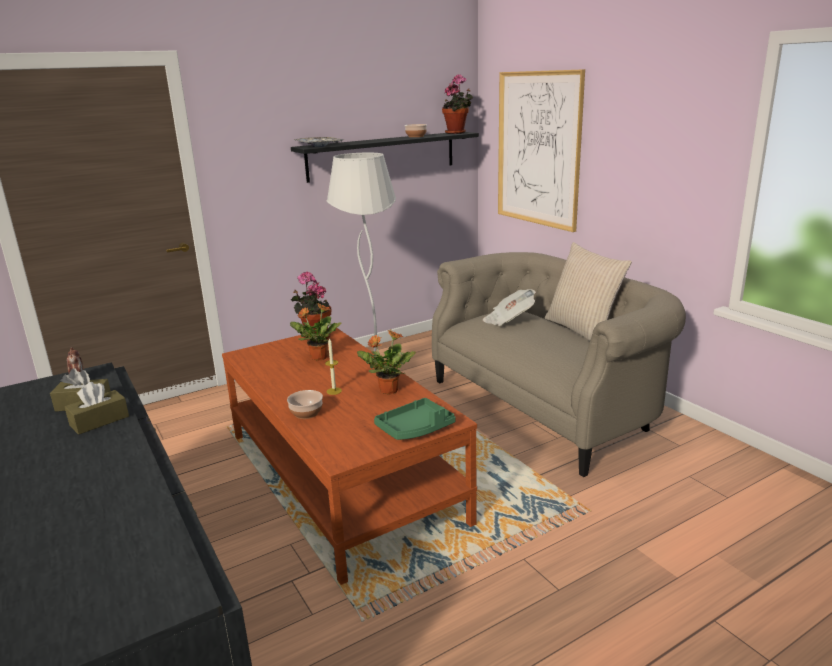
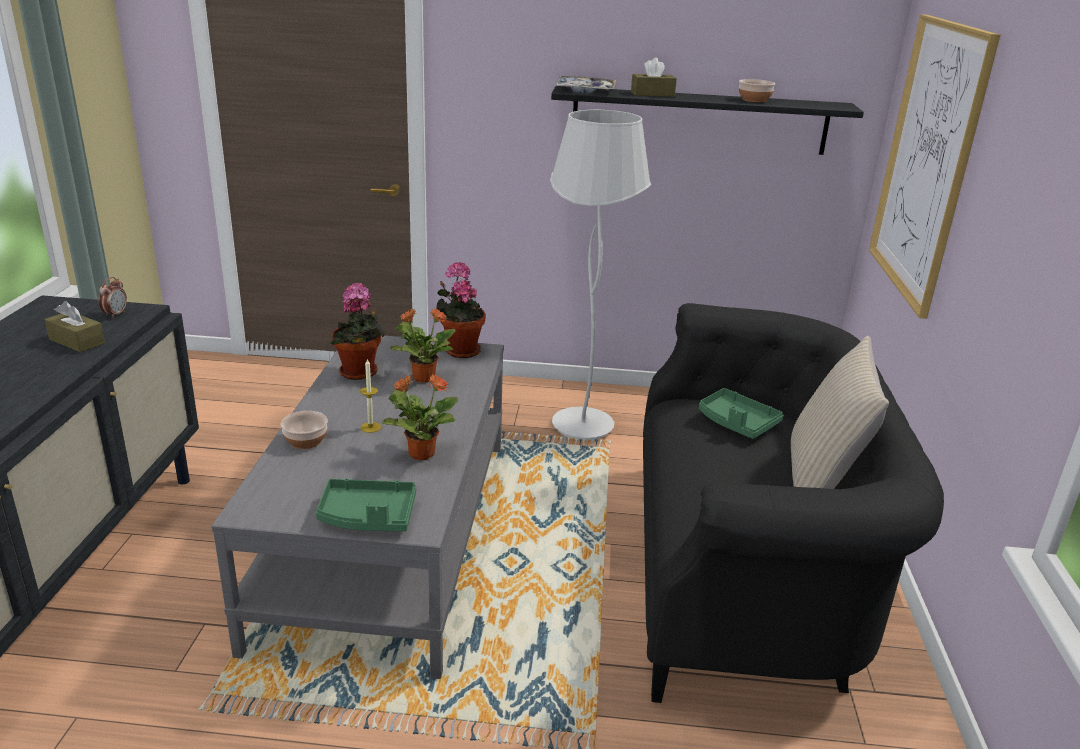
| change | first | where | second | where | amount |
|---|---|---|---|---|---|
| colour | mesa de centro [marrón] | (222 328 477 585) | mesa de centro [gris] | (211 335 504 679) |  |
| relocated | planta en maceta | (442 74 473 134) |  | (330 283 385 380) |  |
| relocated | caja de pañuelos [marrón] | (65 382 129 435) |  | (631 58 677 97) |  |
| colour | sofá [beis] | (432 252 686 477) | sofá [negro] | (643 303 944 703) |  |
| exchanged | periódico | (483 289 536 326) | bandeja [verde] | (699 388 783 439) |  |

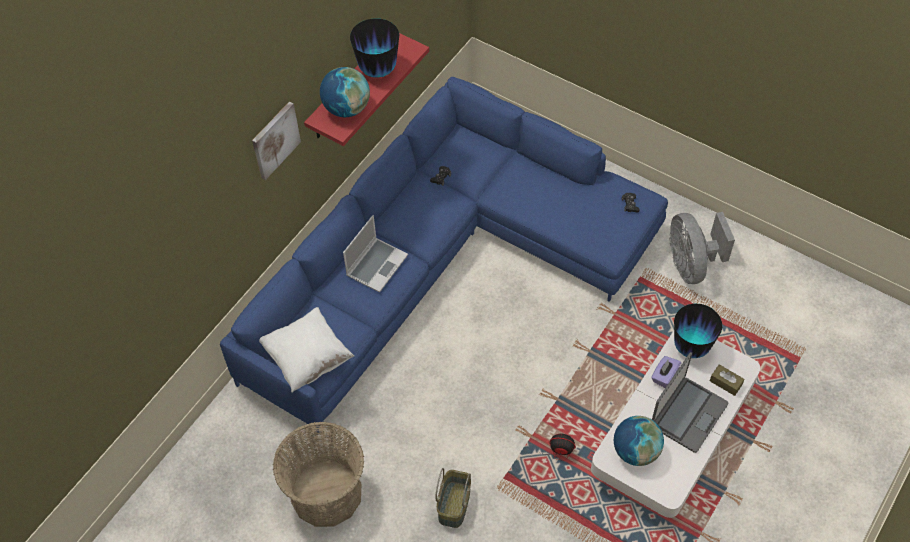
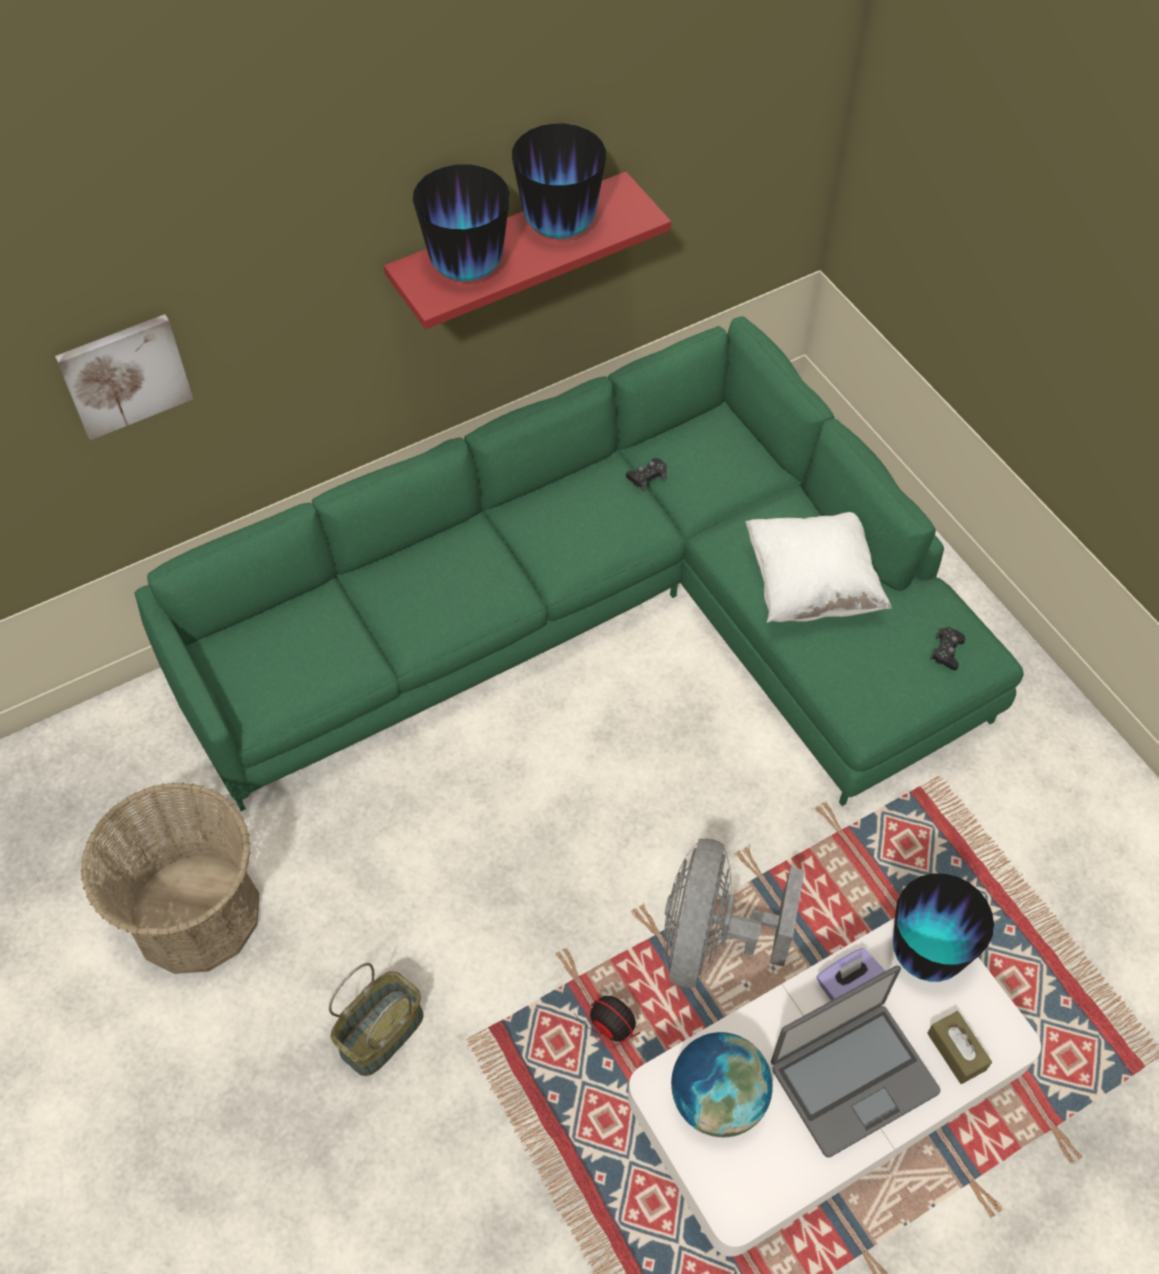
| change | first | where | second | where | amount |
|---|---|---|---|---|---|
| relocated | cuadro | (252 101 301 180) |  | (55 314 193 440) |  |
| colour | sofá [azul] | (220 77 668 432) | sofá [verde] | (135 316 1023 811) |  |
| exchanged | globo terráqueo | (320 67 370 117) | florero | (413 164 510 281) |  |
| relocated | ventilador [gris] | (669 212 735 284) |  | (664 839 805 988) |  |
| relocated | cojín [blanco] | (259 307 354 392) |  | (745 512 892 623) |  |
| missing | portátil | (343 215 408 293) |  |  |  |

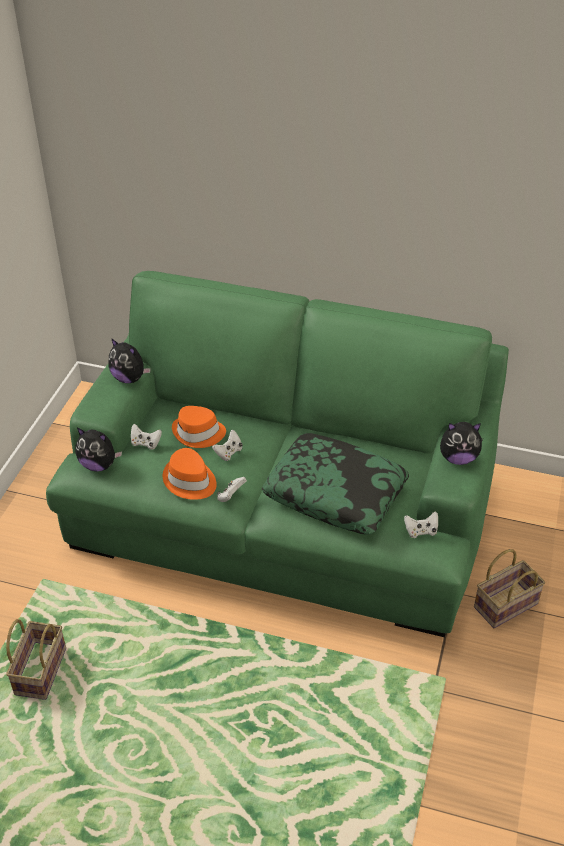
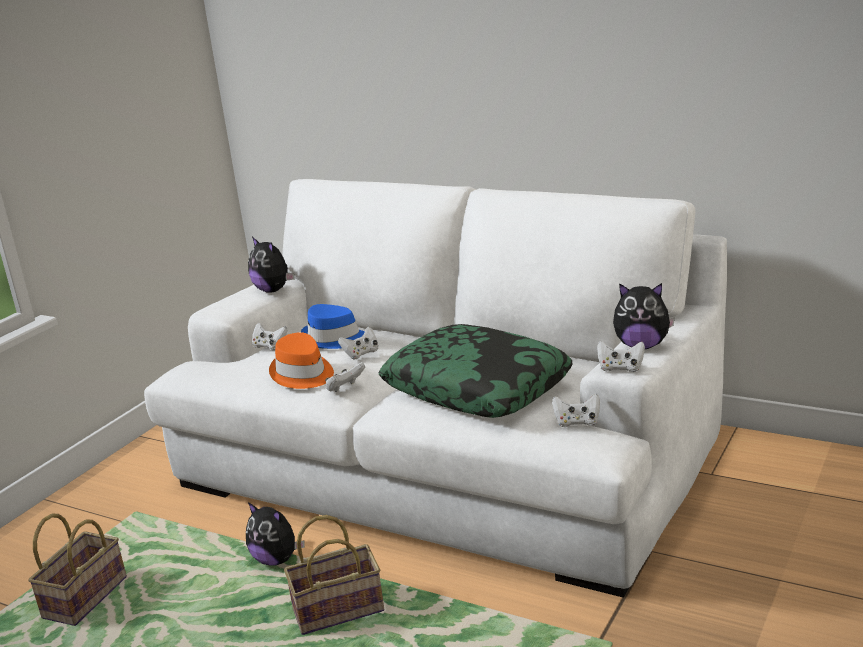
| change | first | where | second | where | amount |
|---|---|---|---|---|---|
| colour | sofá [verde] | (46 271 509 637) | sofá [blanco] | (144 179 727 598) |  |
| relocated | peluche | (76 428 122 471) |  | (246 502 305 566) |  |
| relocated | cesta | (474 549 545 628) |  | (284 515 384 635) |  |
| colour | sombrero [naranja] | (172 406 226 448) | sombrero [azul] | (301 304 364 349) |  |
| appeared |  |  | mando de consola [blanco] | (597 341 645 372) |  |

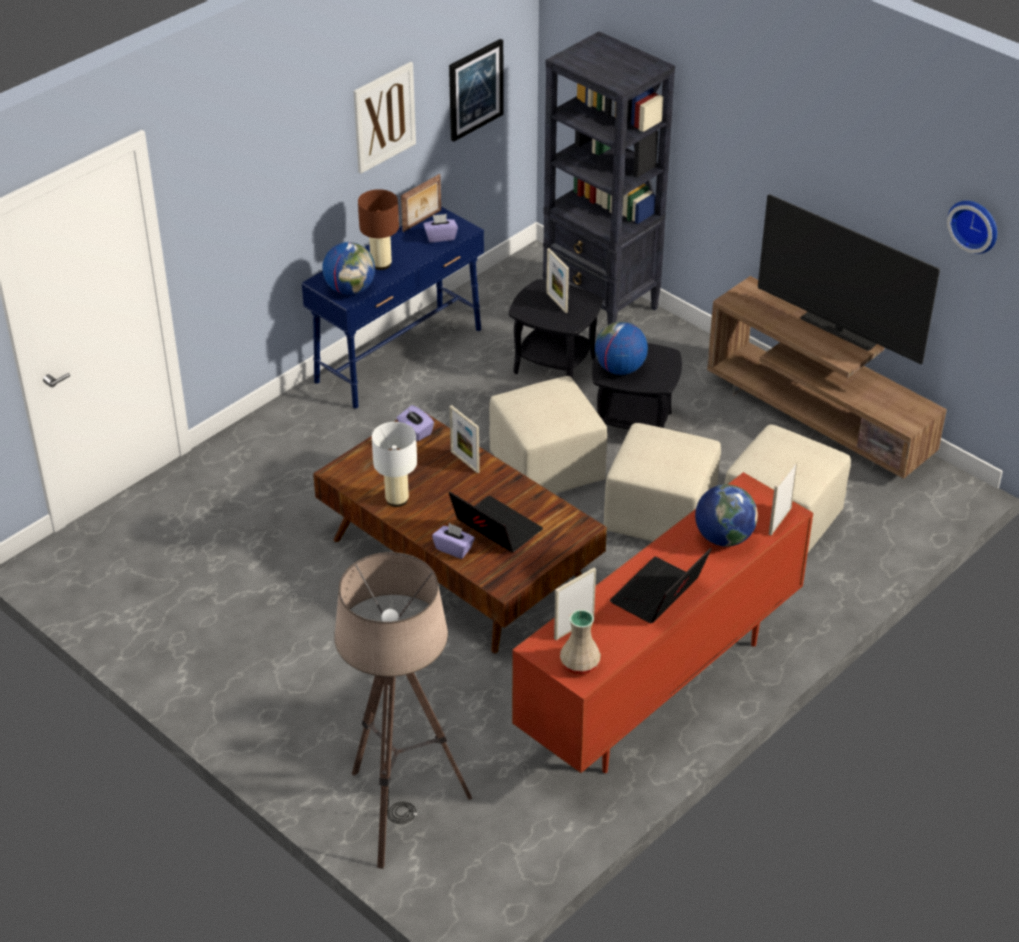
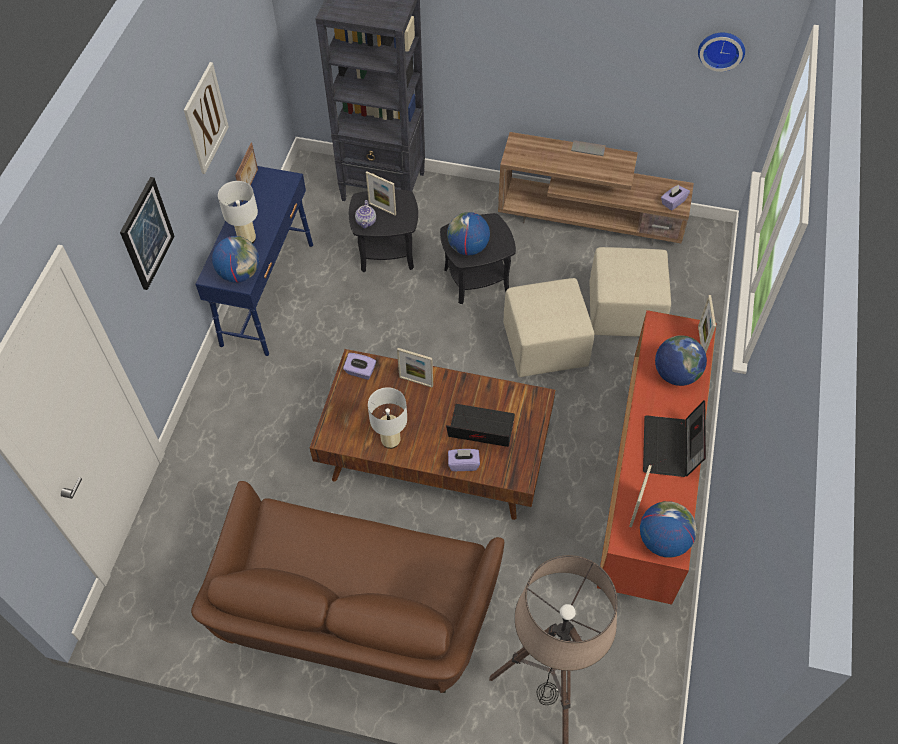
| change | first | where | second | where | amount |
|---|---|---|---|---|---|
| relocated | cuadro | (449 39 504 142) |  | (120 177 175 290) |  |
| appeared |  |  | sofá [marrón] | (191 481 504 693) |  |
| colour | lámpara de mesa [marrón] | (358 189 399 270) | lámpara de mesa [blanco] | (218 181 258 243) |  |
| appeared |  |  | tetera | (355 200 376 229) |  |
| exchanged | florero [beis] | (560 609 601 675) | globo terráqueo | (640 501 697 558) |  |
| relocated | caja de pañuelos [morado] | (423 214 458 243) |  | (661 185 690 211) |  |
| missing | puf [beis] | (489 376 607 494) |  |  |  |
| missing | televisor | (758 194 940 364) |  |  |  |

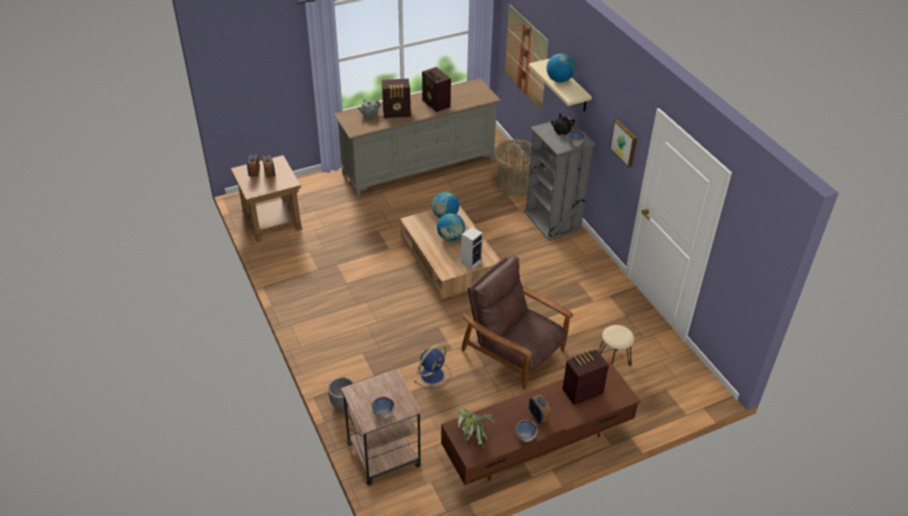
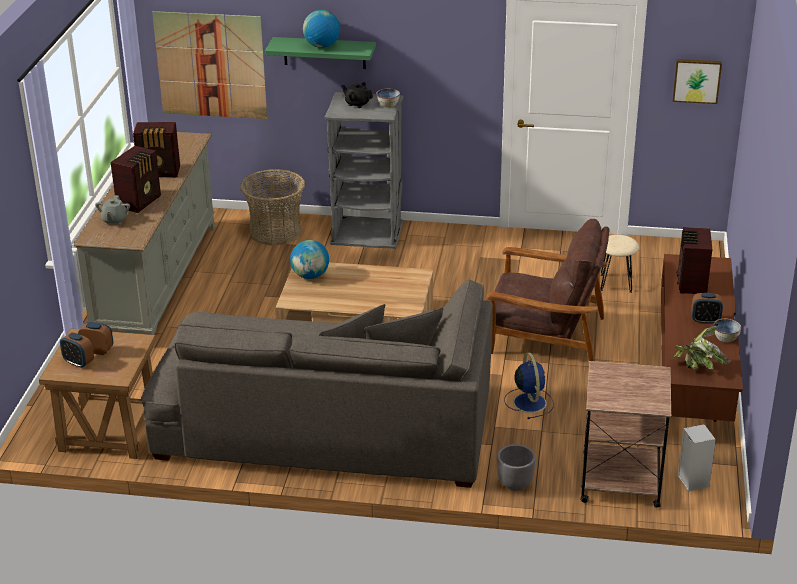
| change | first | where | second | where | amount |
|---|---|---|---|---|---|
| appeared |  |  | sofá [gris] | (141 279 493 488) |  |
| colour | estante [beis] | (528 59 592 112) | estante [verde] | (265 37 376 69) |  |
| spun | sillón [marrón] | (462 256 573 390) |  | (486 219 609 361) | 150 degrees counterclockwise |
| relocated | cuadro | (610 120 637 167) |  | (673 59 722 104) |  |
| relocated | altavoz | (461 227 483 270) |  | (678 424 716 491) |  |
| missing | cuenco | (372 397 395 419) |  |  |  |
| missing | globo terráqueo | (437 213 465 241) |  |  |  |

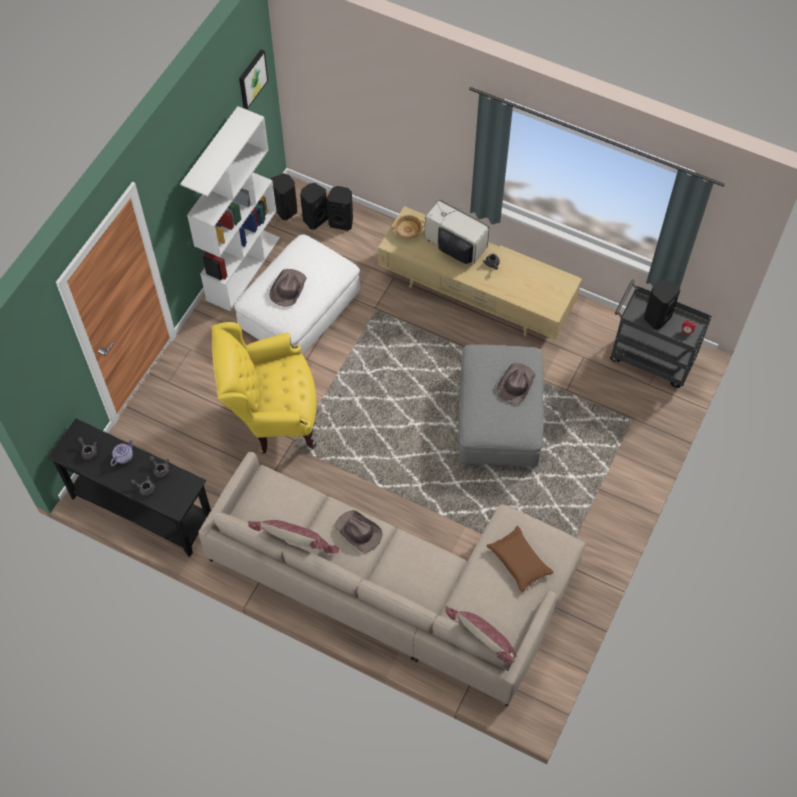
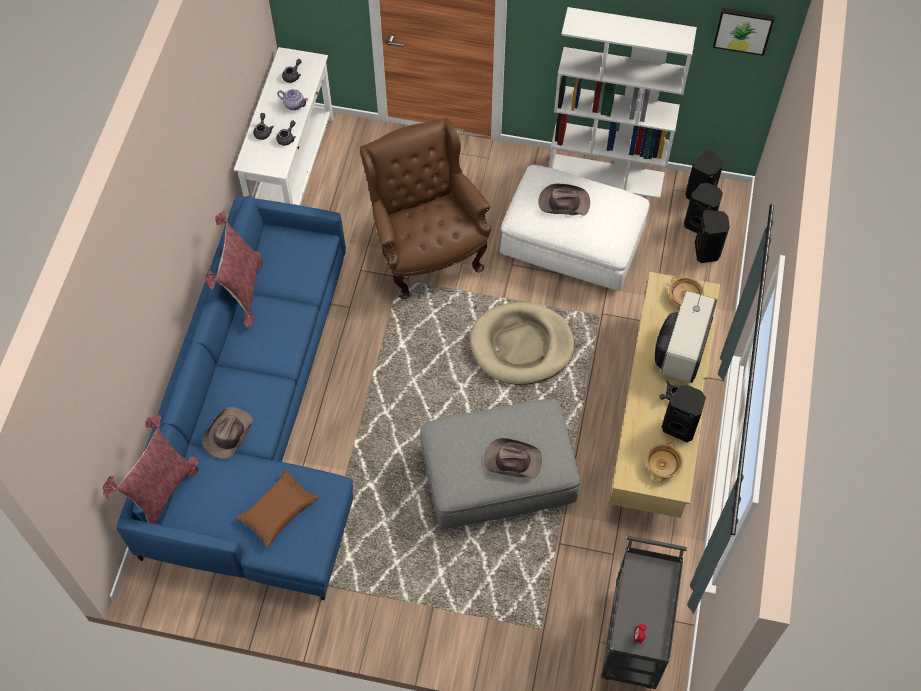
| change | first | where | second | where | amount |
|---|---|---|---|---|---|
| colour | sofá [beis] | (199 452 586 707) | sofá [azul] | (117 196 353 600) |  |
| relocated | sombrero [marrón] | (335 510 383 553) |  | (202 407 254 459) |  |
| colour | mesa consola [negro] | (48 418 211 557) | mesa consola [blanco] | (234 47 334 206) |  |
| colour | sillón [amarillo] | (212 322 316 453) | sillón [marrón] | (360 118 491 299) |  |
| appeared |  |  | cama para perro [beis] | (470 302 574 385) |  |
| appeared |  |  | cuenco [beis] | (646 442 683 482) |  |
| relocated | altavoz [negro] | (644 279 680 330) |  | (662 385 706 442) |  |

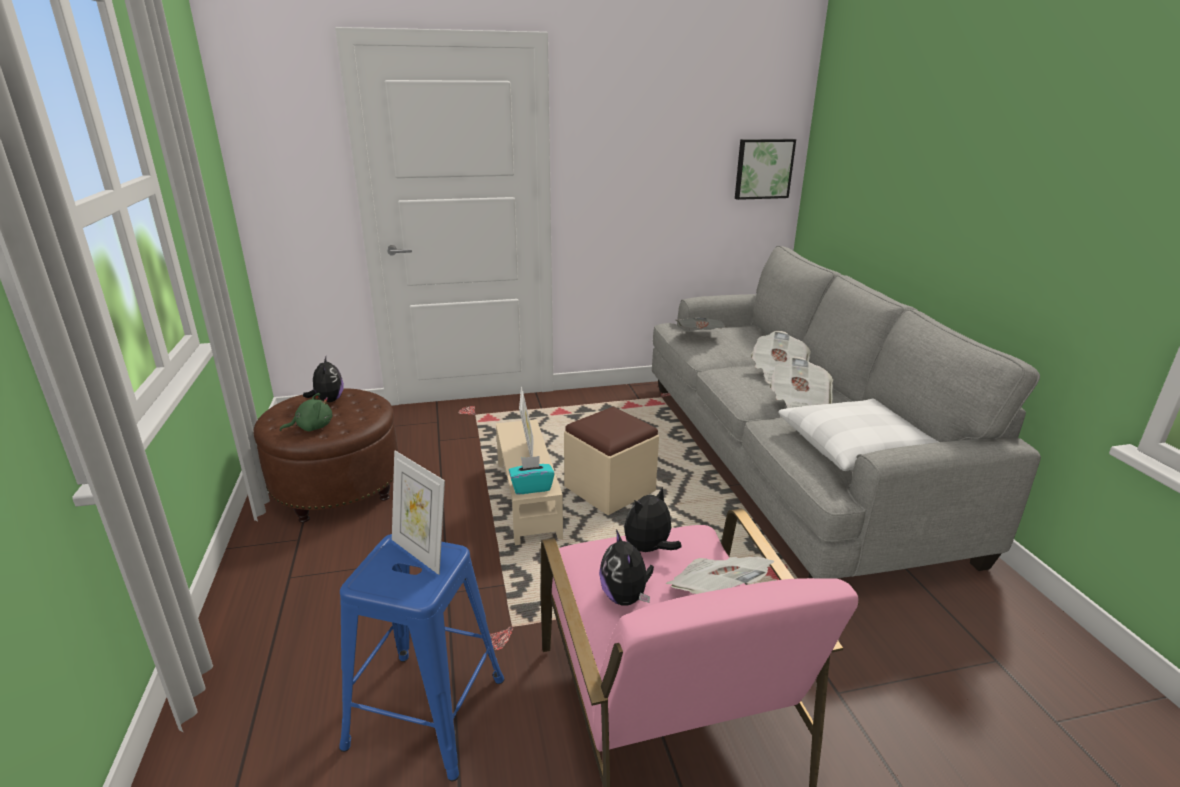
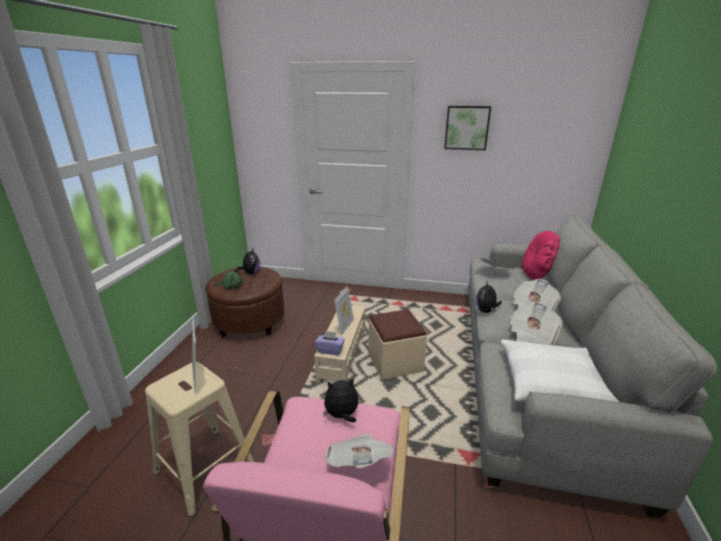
| change | first | where | second | where | amount |
|---|---|---|---|---|---|
| colour | taburete [azul] | (339 534 504 781) | taburete [beis] | (145 362 254 517) |  |
| colour | caja de pañuelos [turquesa] | (509 456 555 494) | caja de pañuelos [morado] | (315 331 345 355) |  |
| relocated | cuadro | (735 139 796 200) |  | (444 106 491 150) |  |
| relocated | peluche | (599 529 654 606) |  | (476 282 502 313) |  |
| appeared |  |  | cojín [rosa] | (522 231 560 280) |  |

